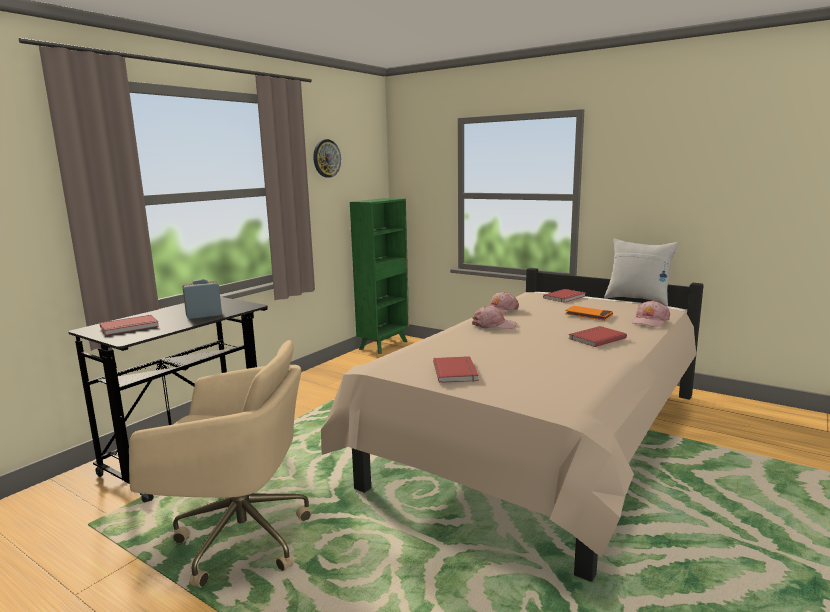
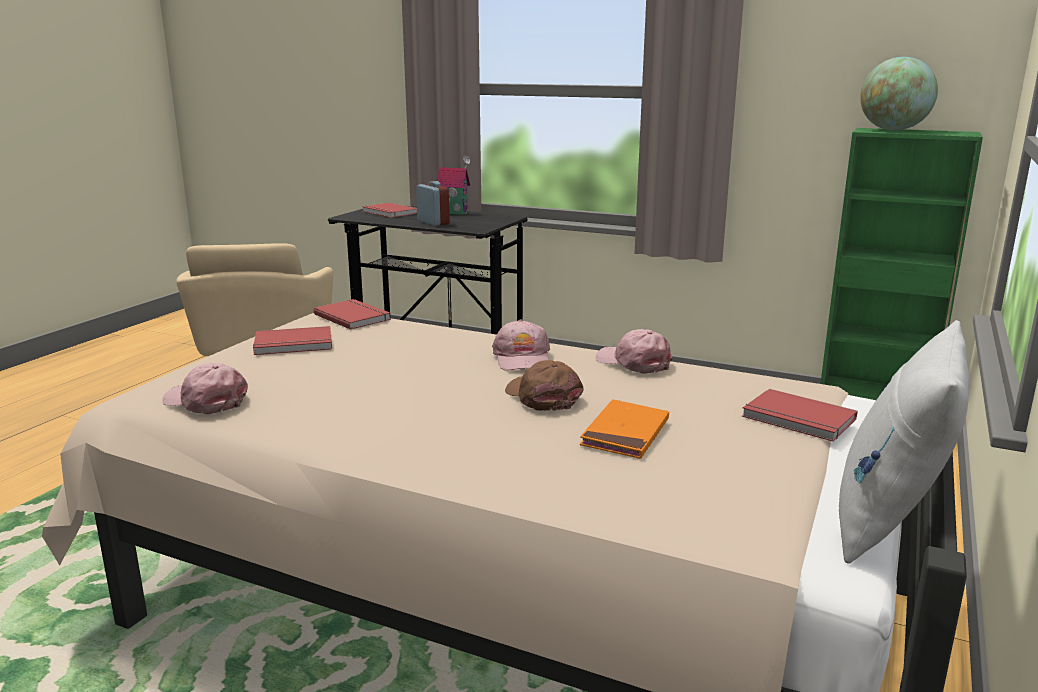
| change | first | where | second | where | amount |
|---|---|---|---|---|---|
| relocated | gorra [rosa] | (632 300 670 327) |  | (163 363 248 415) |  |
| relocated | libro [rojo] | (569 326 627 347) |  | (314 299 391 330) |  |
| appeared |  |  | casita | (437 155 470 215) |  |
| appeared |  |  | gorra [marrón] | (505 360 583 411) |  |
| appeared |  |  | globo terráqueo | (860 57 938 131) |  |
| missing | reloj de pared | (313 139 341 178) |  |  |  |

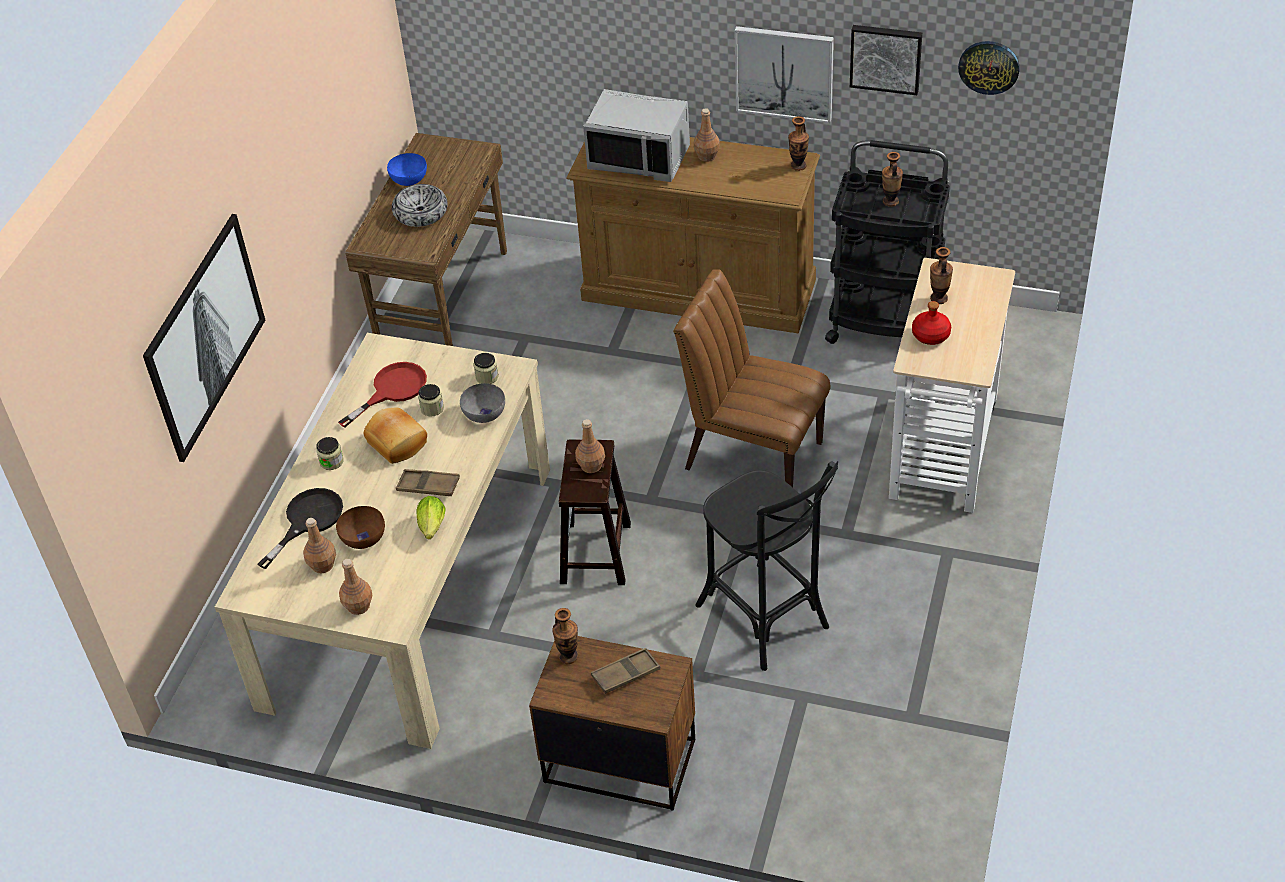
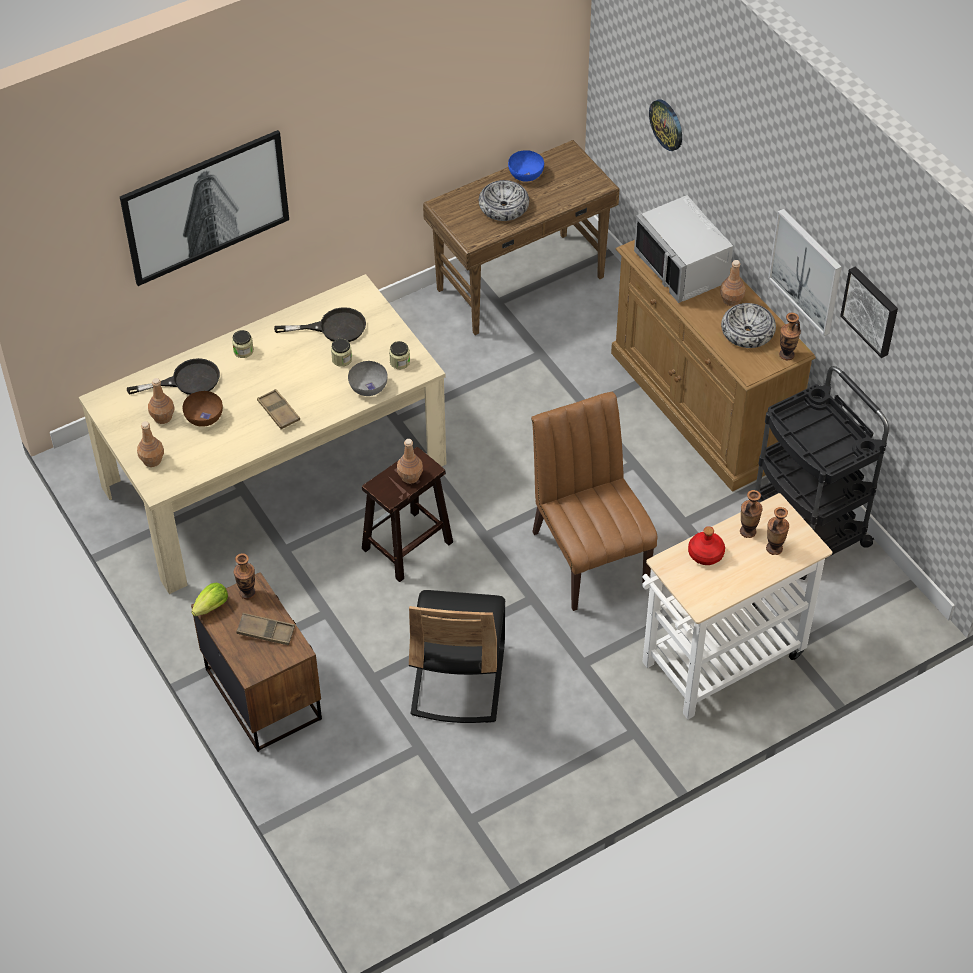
| change | first | where | second | where | amount |
|---|---|---|---|---|---|
| relocated | lechuga | (417 496 445 539) |  | (191 583 228 616) |  |
| colour | sartén [rojo] | (338 362 427 428) | sartén [negro] | (274 307 366 342) |  |
| exchanged | taburete [negro] | (695 461 838 671) | silla [negro] | (409 590 505 723) |  |
| relocated | reloj de pared | (958 41 1020 95) |  | (649 99 682 151) |  |
| appeared |  |  | cuenco | (721 303 776 348) |  |
| relocated | florero | (882 152 903 207) |  | (766 507 789 555) |  |
| missing | pan | (364 408 427 464) |  |  |  |

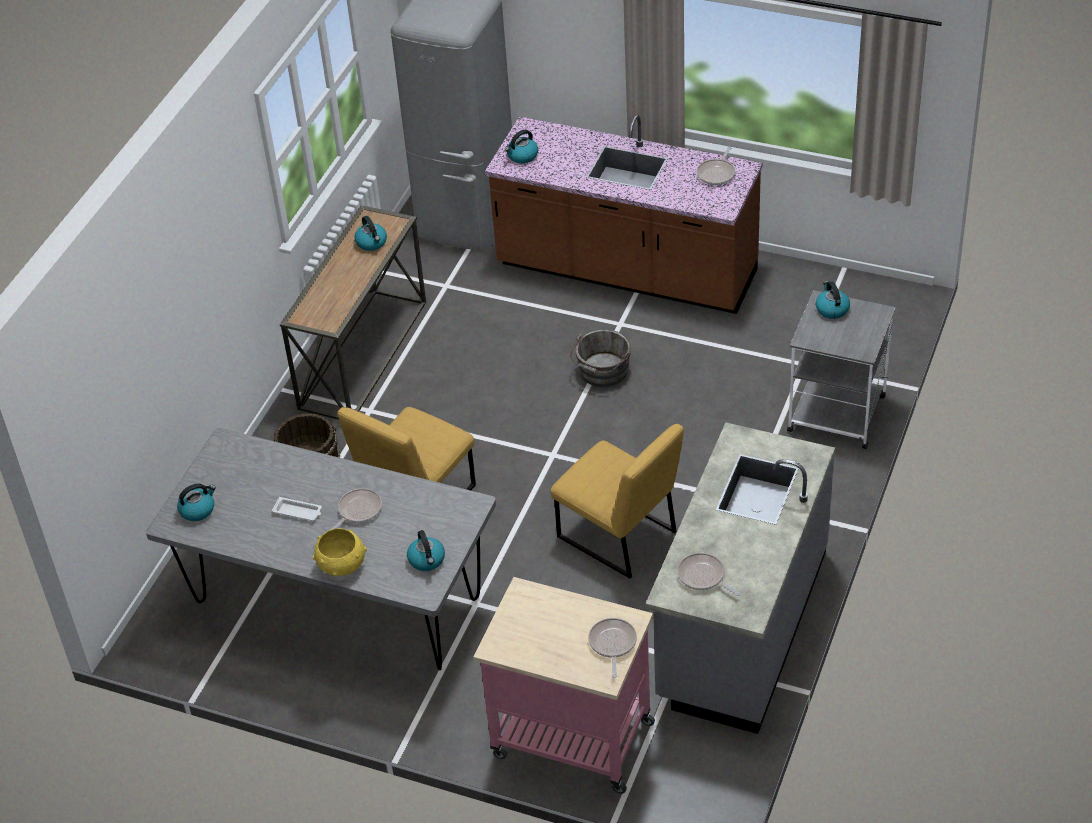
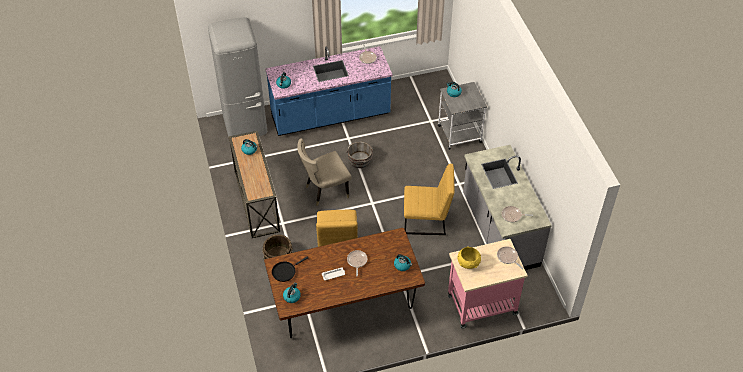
| change | first | where | second | where | amount |
|---|---|---|---|---|---|
| colour | mesa de comedor [gris] | (146 428 496 670) | mesa de comedor [marrón] | (264 228 425 338) |  |
| colour | mueble bajo de cocina [marrón] | (485 115 762 314) | mueble bajo de cocina [azul] | (265 46 393 136) |  |
| appeared |  |  | sartén [negro] | (272 256 308 282) |  |
| appeared |  |  | silla [beis] | (297 138 352 206) |  |
| relocated | cuenco [amarillo] | (313 528 367 576) |  | (458 246 481 269) |  |

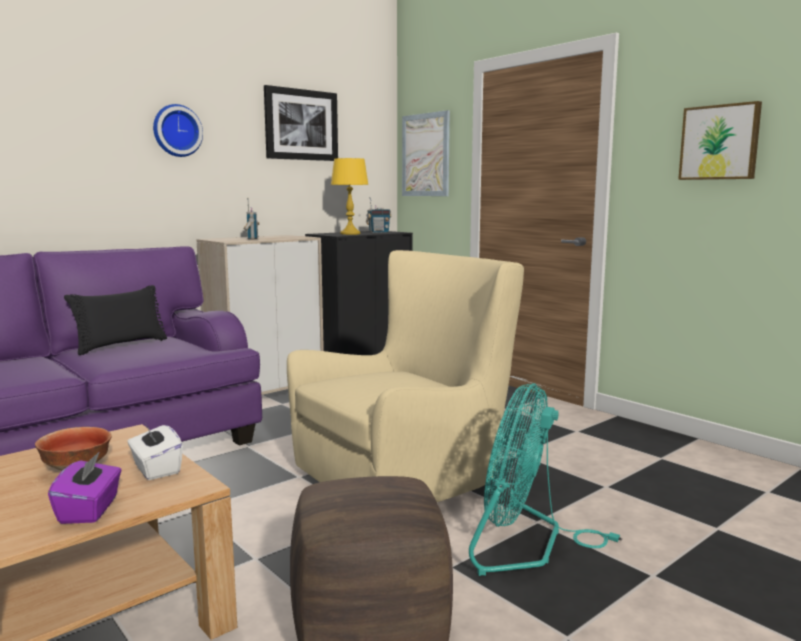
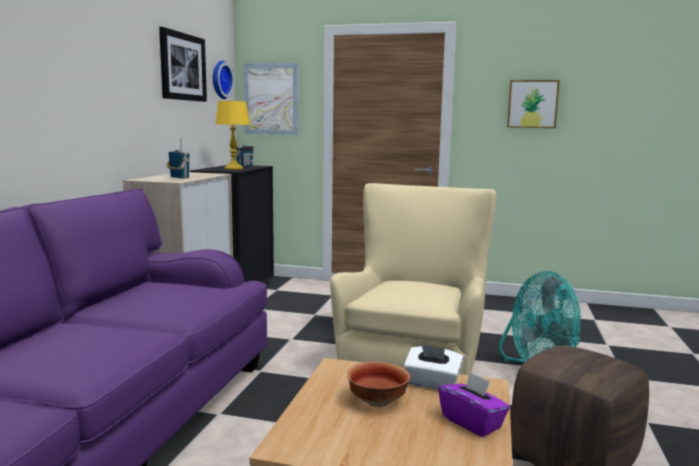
| change | first | where | second | where | amount |
|---|---|---|---|---|---|
| relocated | reloj de pared | (153 104 203 157) |  | (213 61 234 99) |  |
| missing | cojín [negro] | (64 285 167 355) |  |  |  |

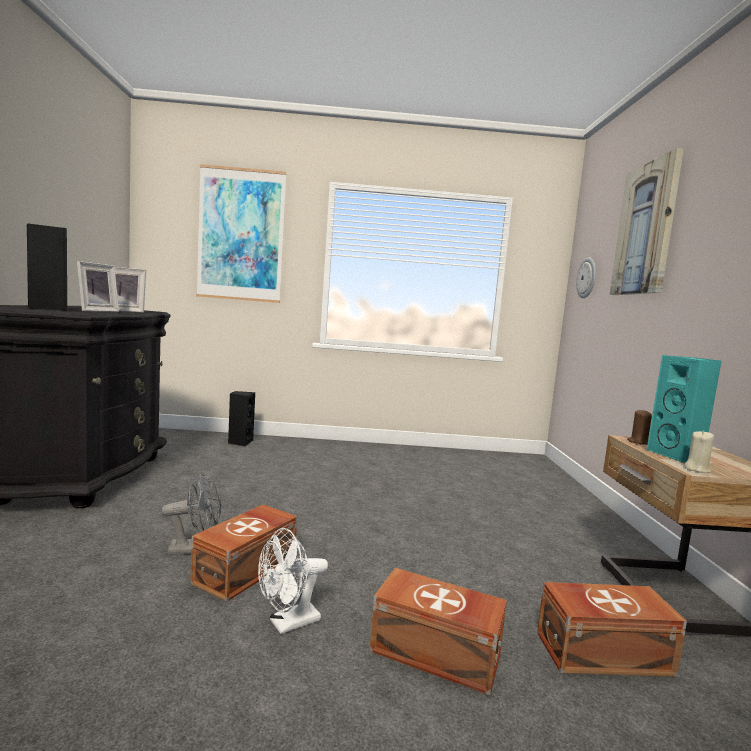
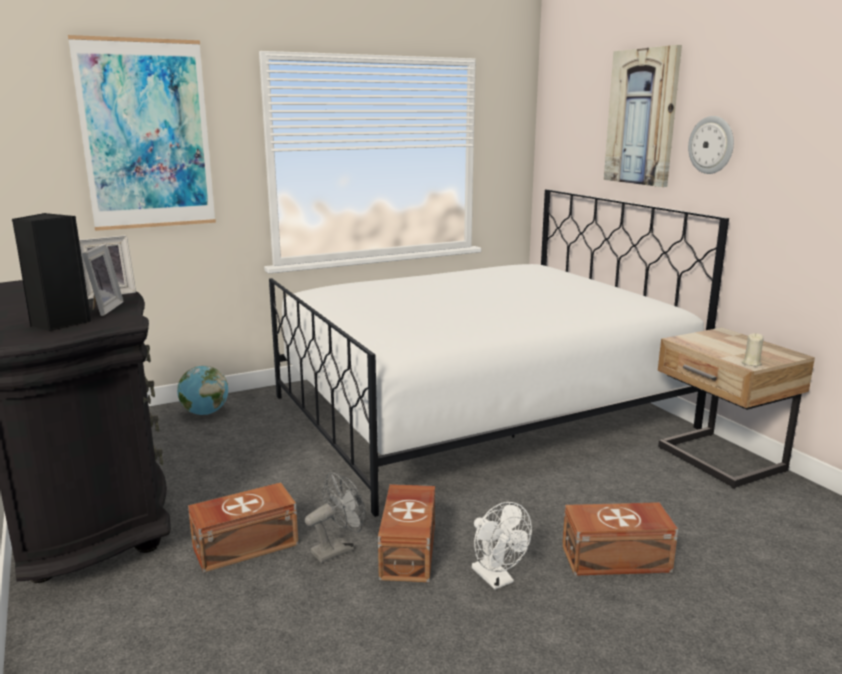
| change | first | where | second | where | amount |
|---|---|---|---|---|---|
| exchanged | altavoz [negro] | (228 391 255 446) | globo terráqueo | (177 366 228 415) |  |
| relocated | caja de almacenaje [marrón] | (537 582 687 676) |  | (188 482 299 573) |  |
| appeared |  |  | cama [blanco] | (269 189 729 517) |  |
| spun | ventilador [blanco] | (258 528 328 634) |  | (472 502 532 590) | 60 degrees counterclockwise |
| relocated | reloj de pared | (576 257 596 298) |  | (688 116 734 174) |  |
| missing | vela [marrón] | (627 409 652 445) |  |  |  |
| missing | altavoz [turquesa] | (646 355 721 463) |  |  |  |

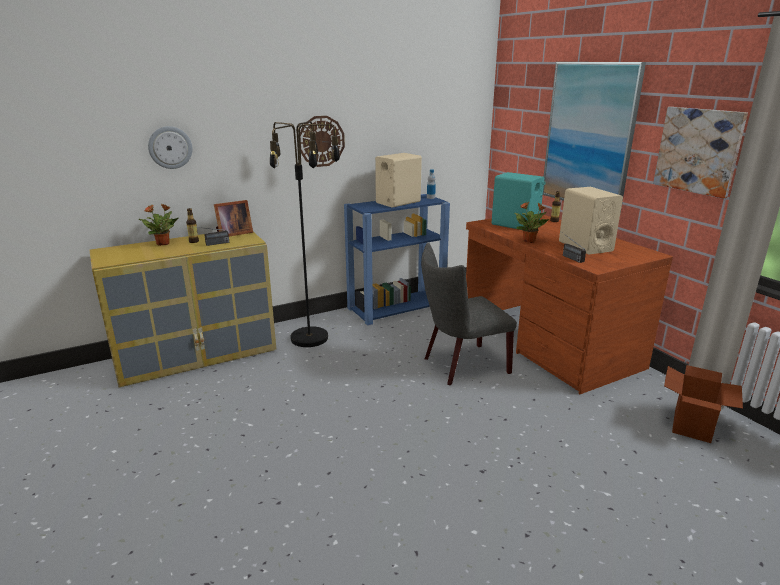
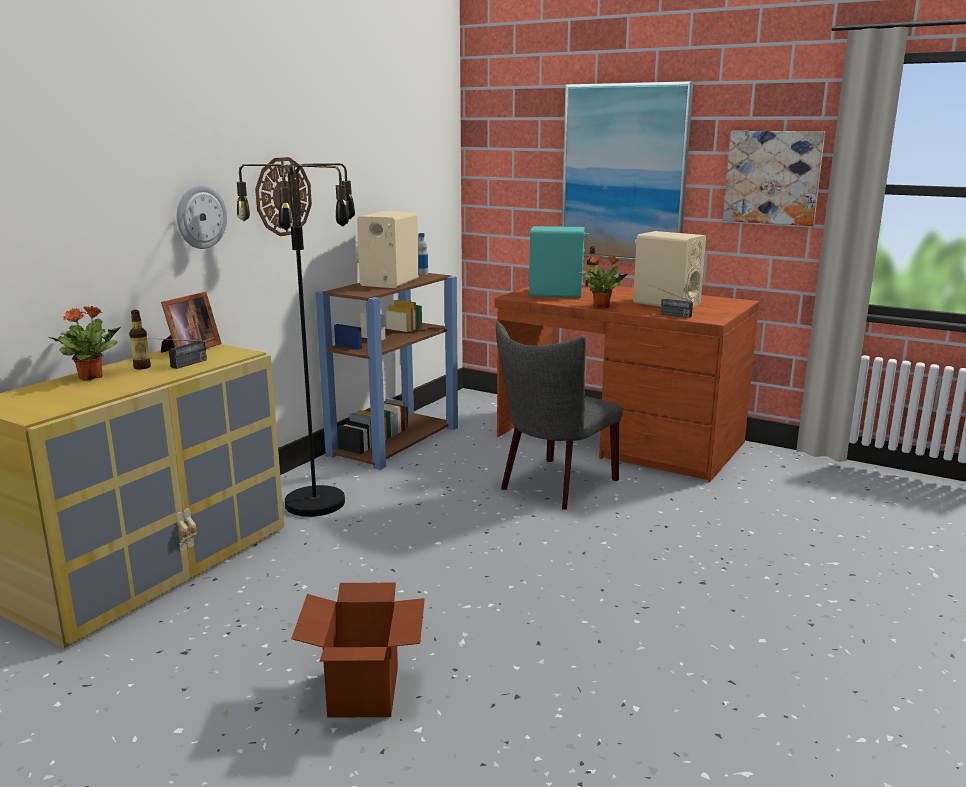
| change | first | where | second | where | amount |
|---|---|---|---|---|---|
| relocated | reloj de pared | (148 126 193 169) |  | (177 185 227 249) |  |
| relocated | caja de cartón | (664 365 743 443) |  | (291 582 425 718) |  |
| colour | estantería [azul] | (344 194 450 326) | estantería [marrón] | (315 273 458 470) |  |

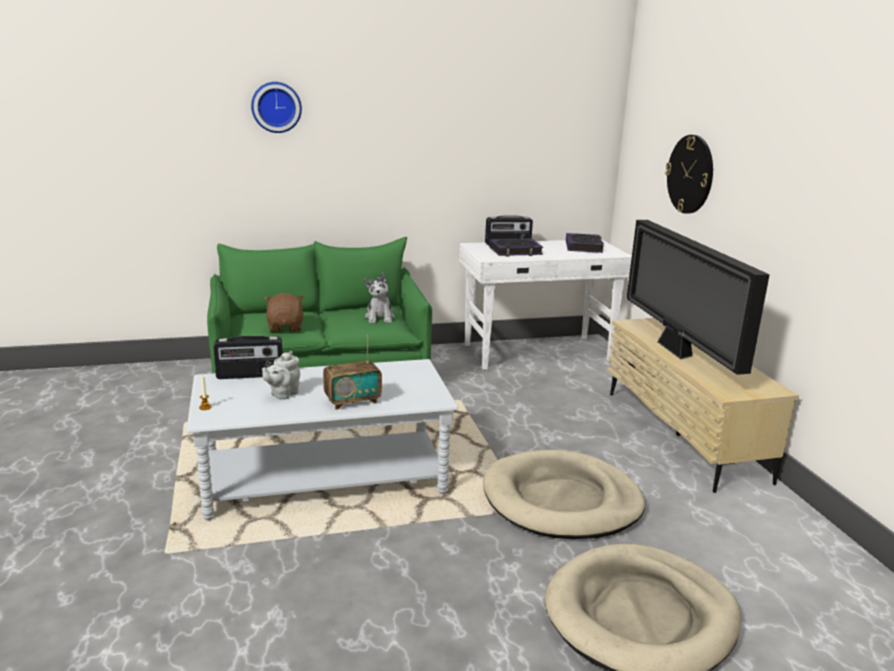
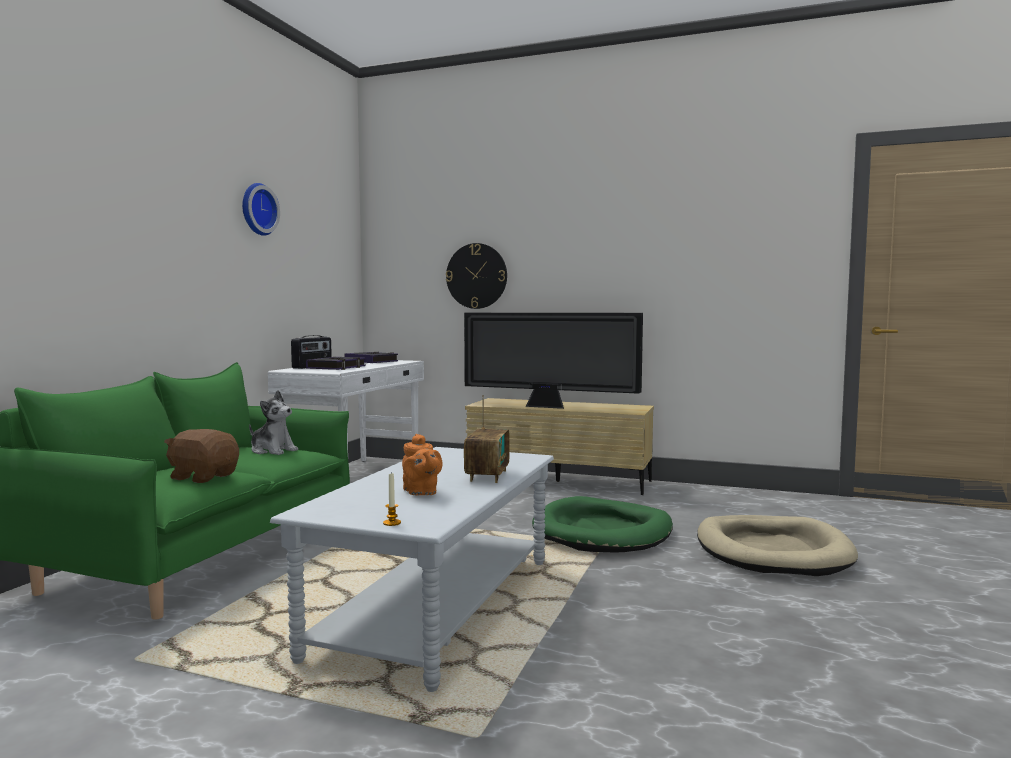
| change | first | where | second | where | amount |
|---|---|---|---|---|---|
| relocated | reloj de pared | (251 82 302 133) |  | (242 183 280 236) |  |
| colour | tetera [gris] | (262 351 300 400) | tetera [naranja] | (402 434 443 495) |  |
| colour | cama para perro [beis] | (483 450 645 539) | cama para perro [verde] | (532 496 673 552) |  |
| missing | radio | (213 336 283 379) |  |  |  |

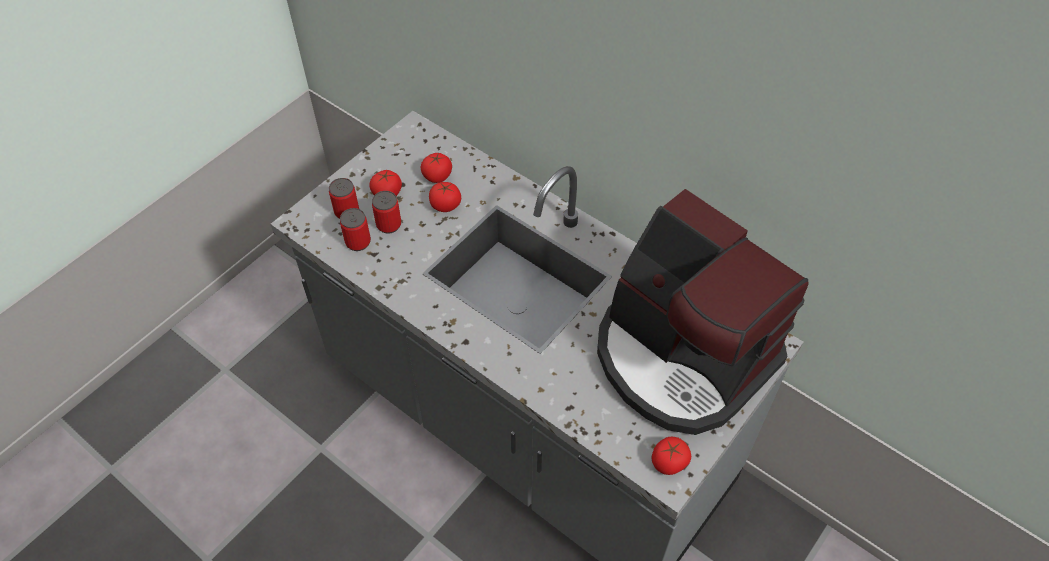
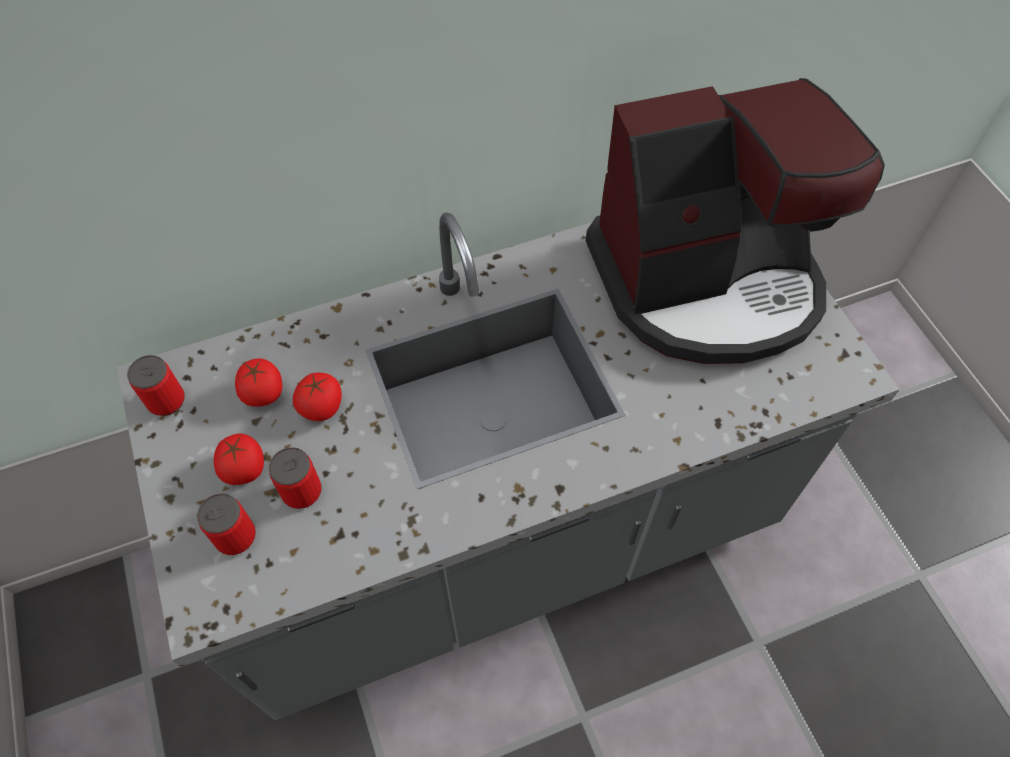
| change | first | where | second | where | amount |
|---|---|---|---|---|---|
| relocated | lata | (340 208 371 251) |  | (127 355 185 416) |  |
| missing | tomate | (651 437 691 475) |  |  |  |

